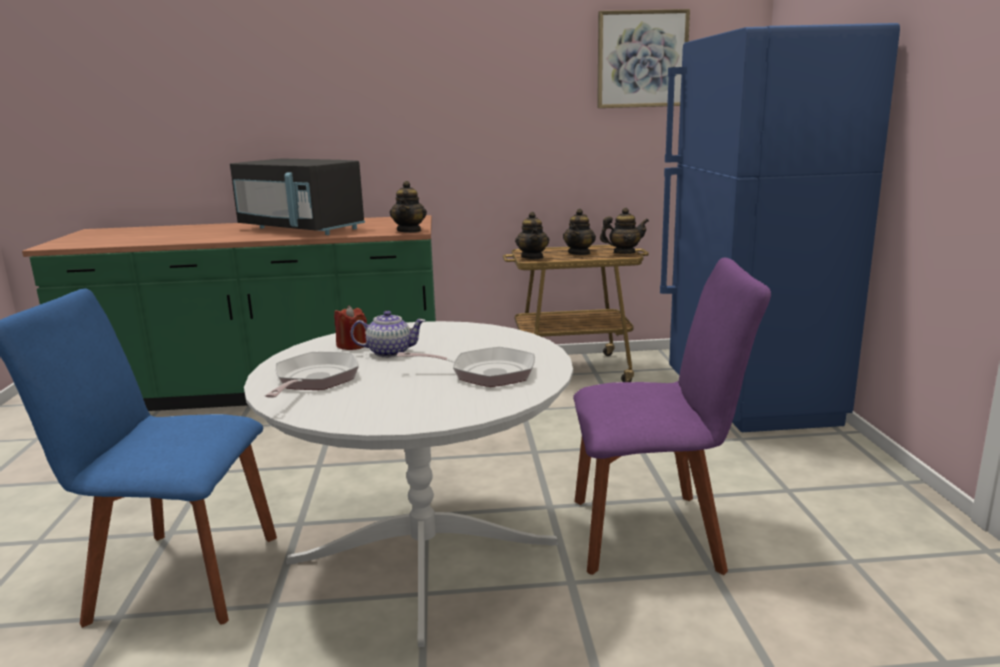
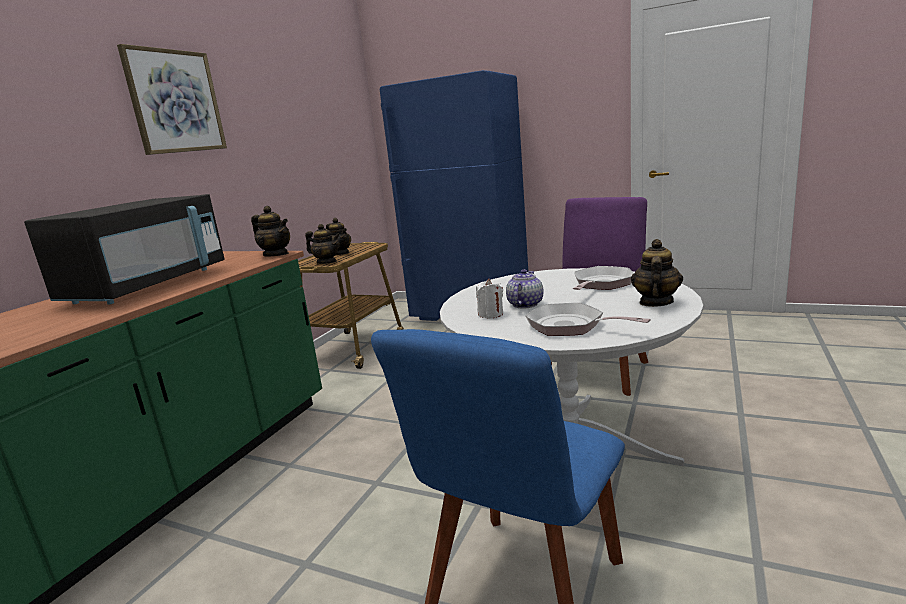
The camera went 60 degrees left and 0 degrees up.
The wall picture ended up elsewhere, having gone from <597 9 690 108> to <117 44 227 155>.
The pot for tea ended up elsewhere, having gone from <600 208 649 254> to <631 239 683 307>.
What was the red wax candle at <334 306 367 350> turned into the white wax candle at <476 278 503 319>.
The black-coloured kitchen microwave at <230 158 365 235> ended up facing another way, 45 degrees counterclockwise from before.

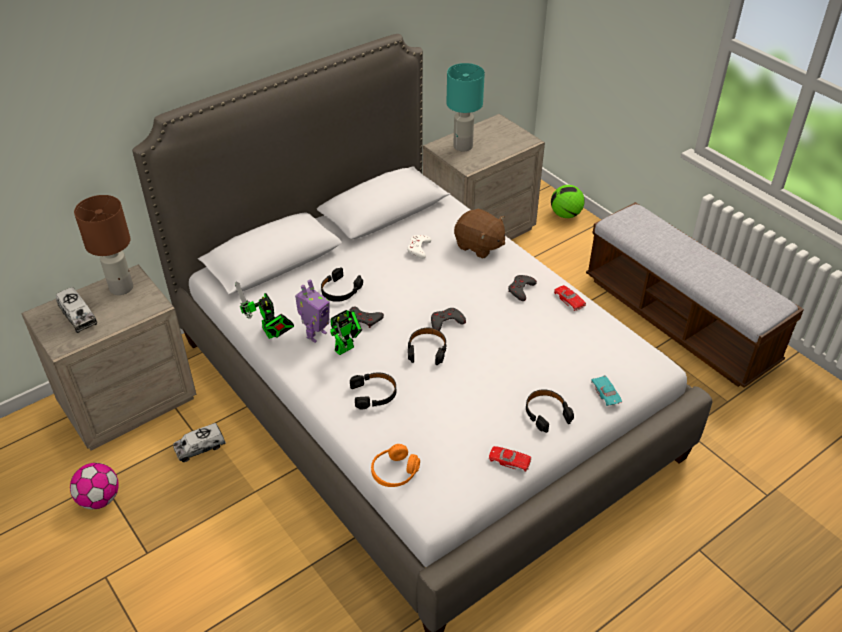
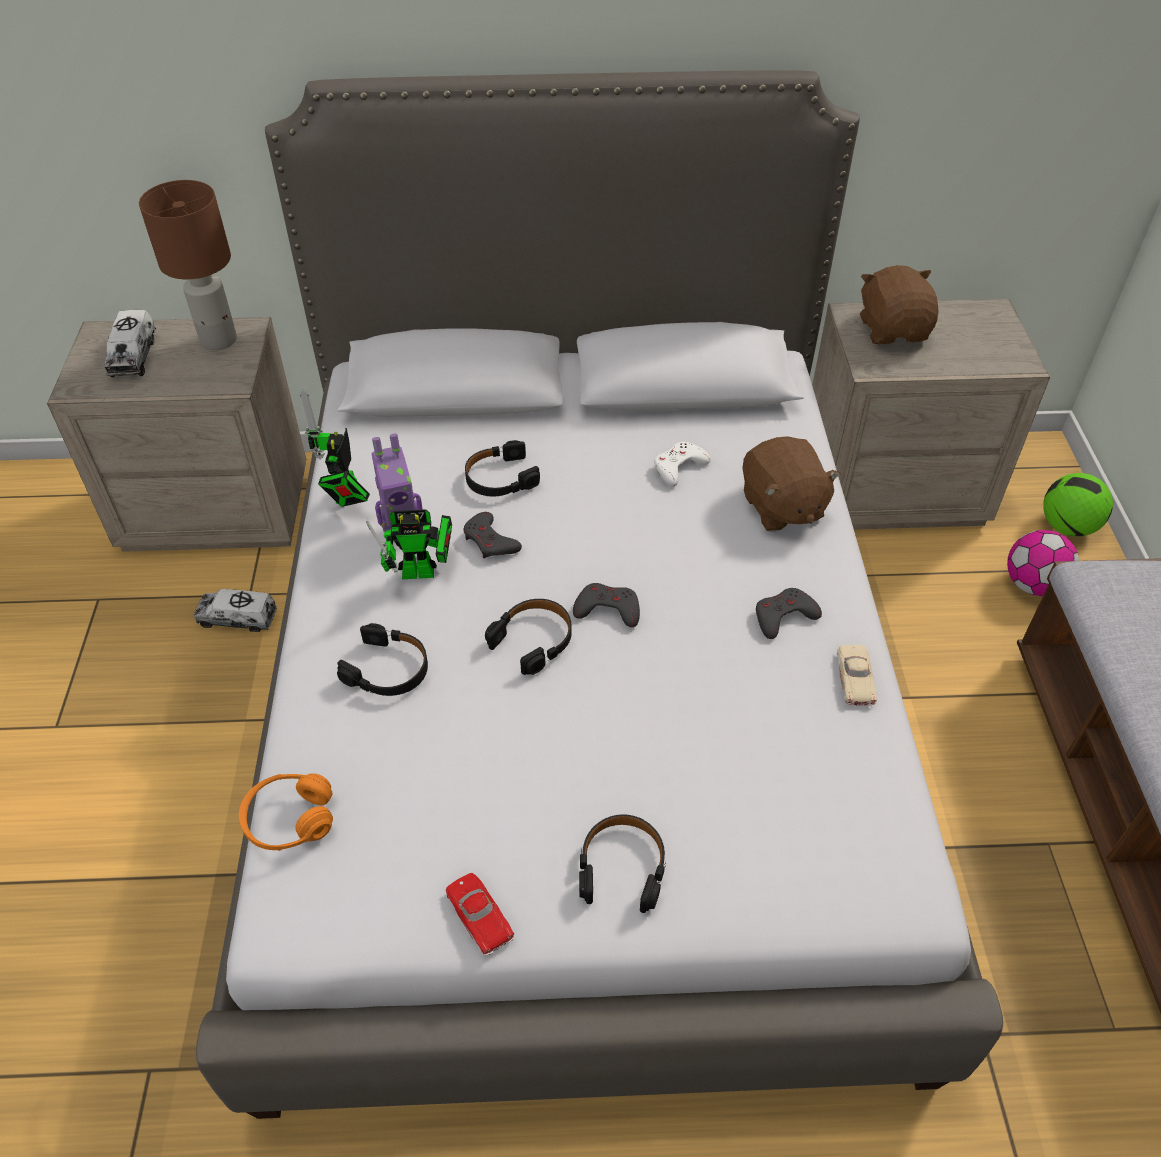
The camera went 35 degrees right and 5 degrees up.
The second view lost the turquoise toy car at <591 375 622 406>.
The football ball ended up elsewhere, having gone from <70 463 119 509> to <1007 530 1079 596>.
Where the turquoise table lamp stood at <446 63 485 151>, the brown soft toy came to stand at <860 265 938 344>.
What was the red toy car at <554 285 586 311> turned into the sand-coloured toy car at <837 645 877 706>.

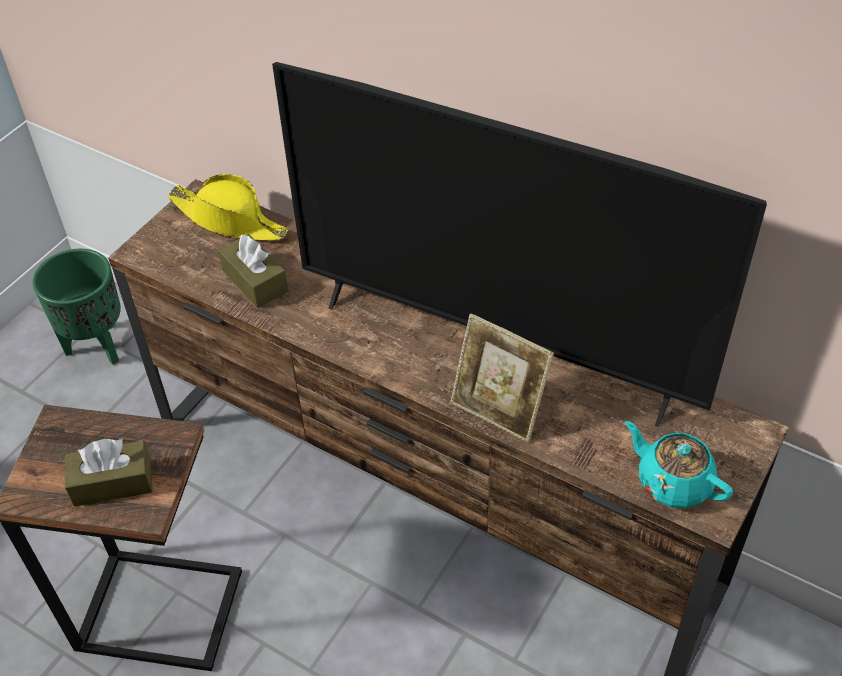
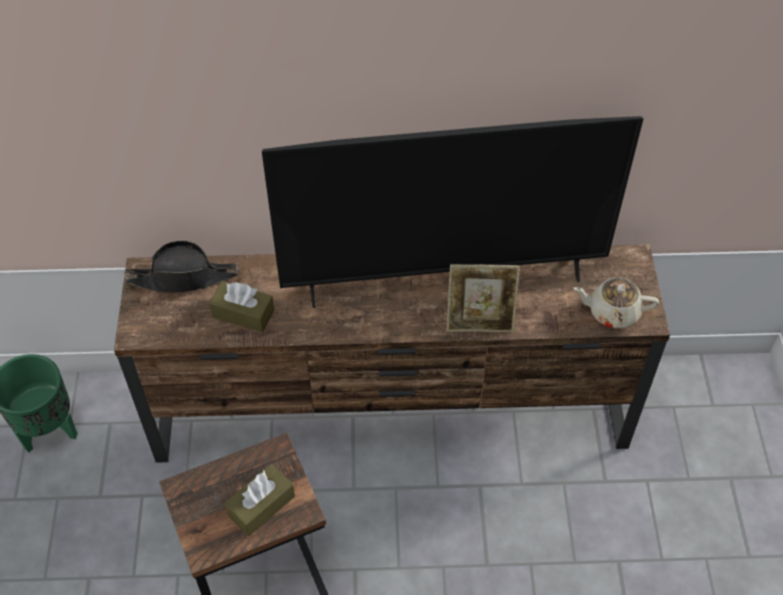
The camera went 35 degrees left and 5 degrees up.
What was the yellow clothing hat at <167 174 288 241> turned into the black-coloured clothing hat at <124 240 239 293>.
What was the turquoise pot for tea at <625 421 733 508> turned into the sand-coloured pot for tea at <573 277 659 328>.

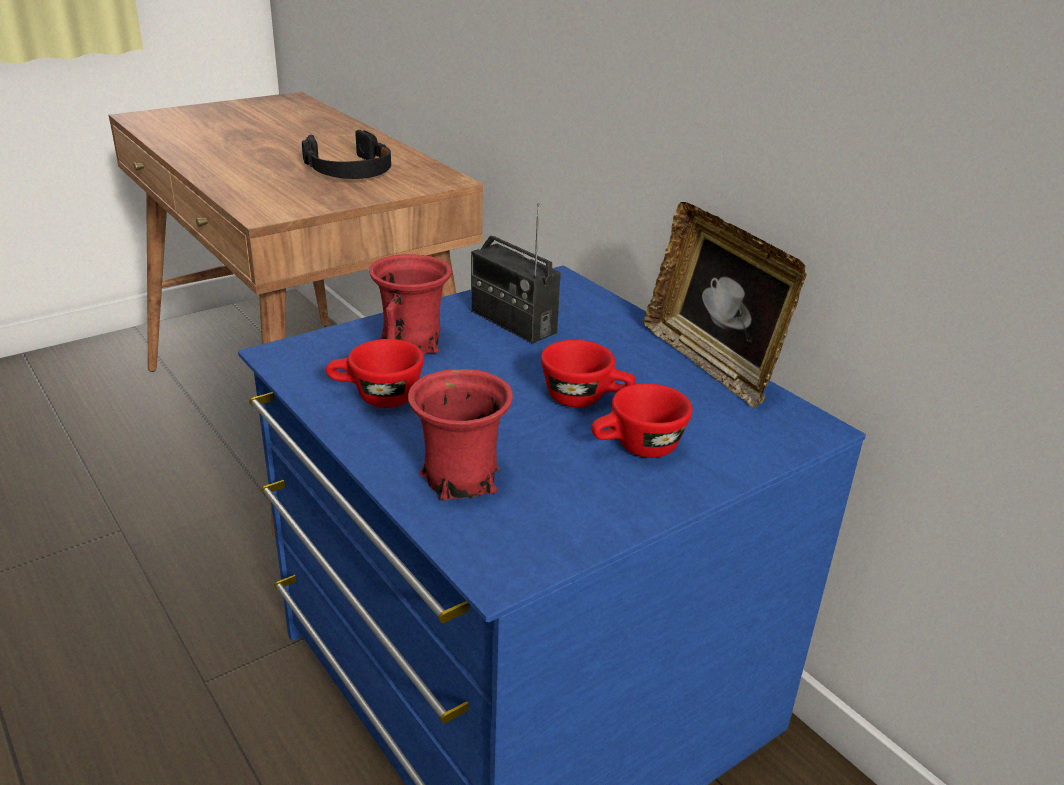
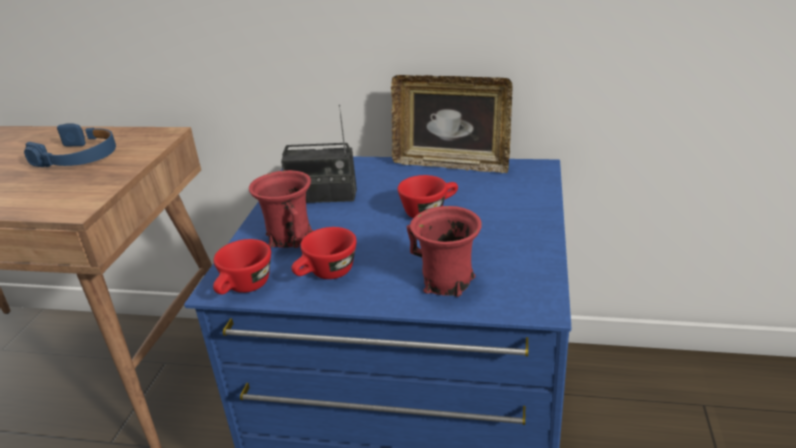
The camera went 40 degrees left and 0 degrees up.
The red cup ended up elsewhere, having gone from <591 383 693 458> to <213 239 271 295>.
What was the black-coloured pair of headphones at <302 130 391 179> turned into the blue-coloured pair of headphones at <24 123 116 167>.

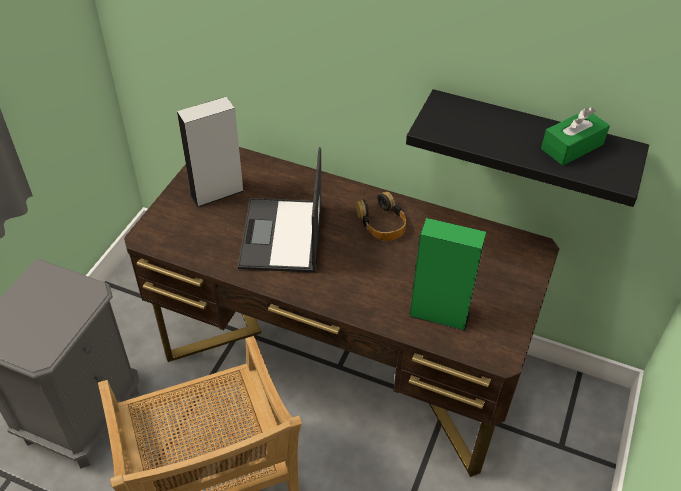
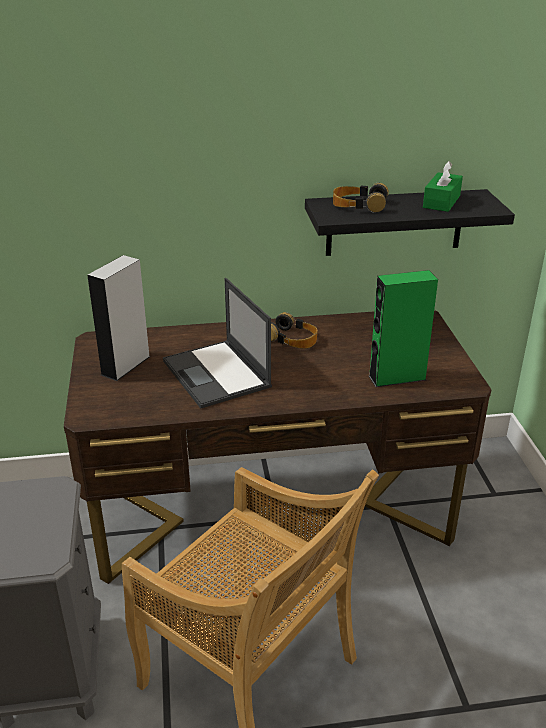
The camera went 30 degrees left and 15 degrees down.
The second view gained the pair of headphones at <333 183 389 213>.

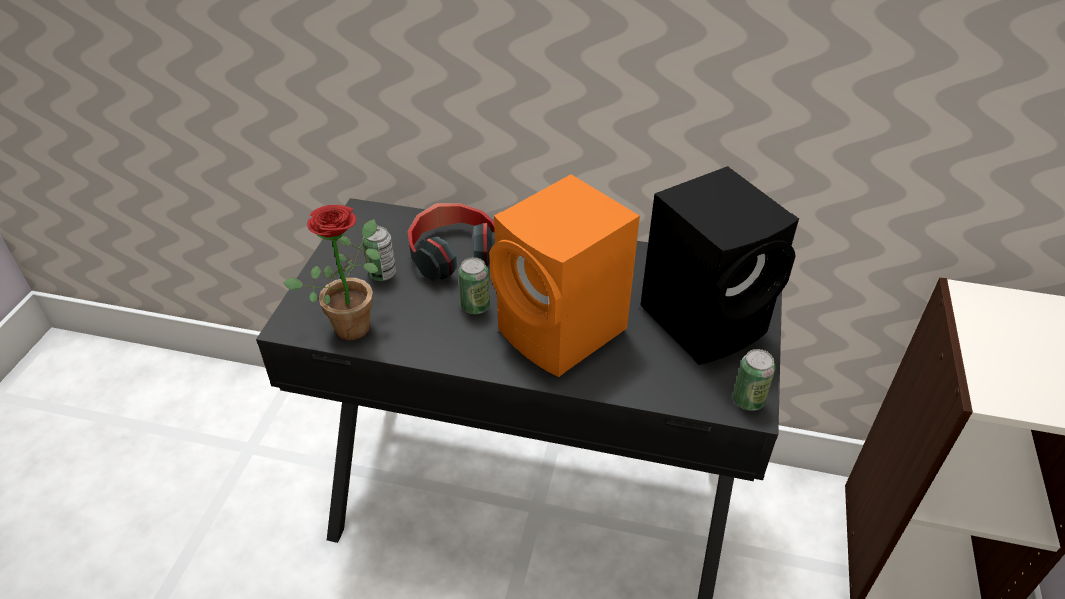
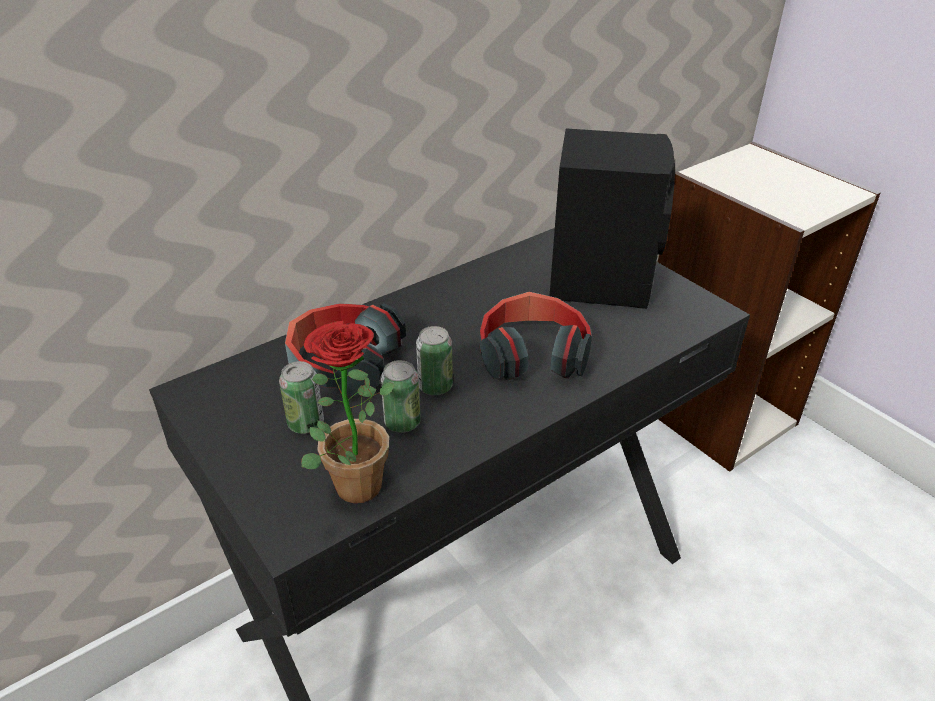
The camera went 50 degrees left and 5 degrees down.
The can ended up elsewhere, having gone from <733 349 776 411> to <380 360 421 433>.
Where the orange-coloured speaker stood at <489 174 640 377>, the pair of headphones came to stand at <480 292 592 381>.

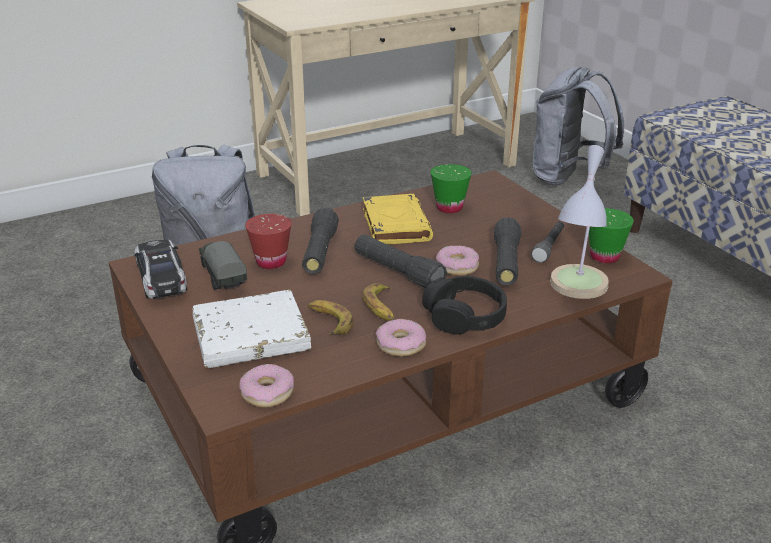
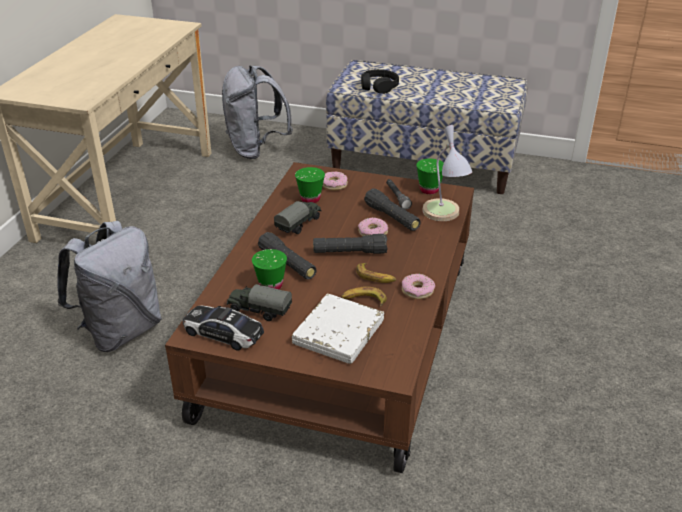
The camera went 45 degrees left and 5 degrees up.
The ring doughnut ended up elsewhere, having gone from <239 364 294 407> to <323 172 348 191>.
The black-coloured pair of headphones ended up elsewhere, having gone from <422 276 507 335> to <361 69 399 94>.
Where the yellow bound book stood at <363 194 433 245>, the toy truck came to stand at <274 201 321 234>.
What was the red cup at <245 214 292 269> turned into the greenish cup at <252 249 287 290>.

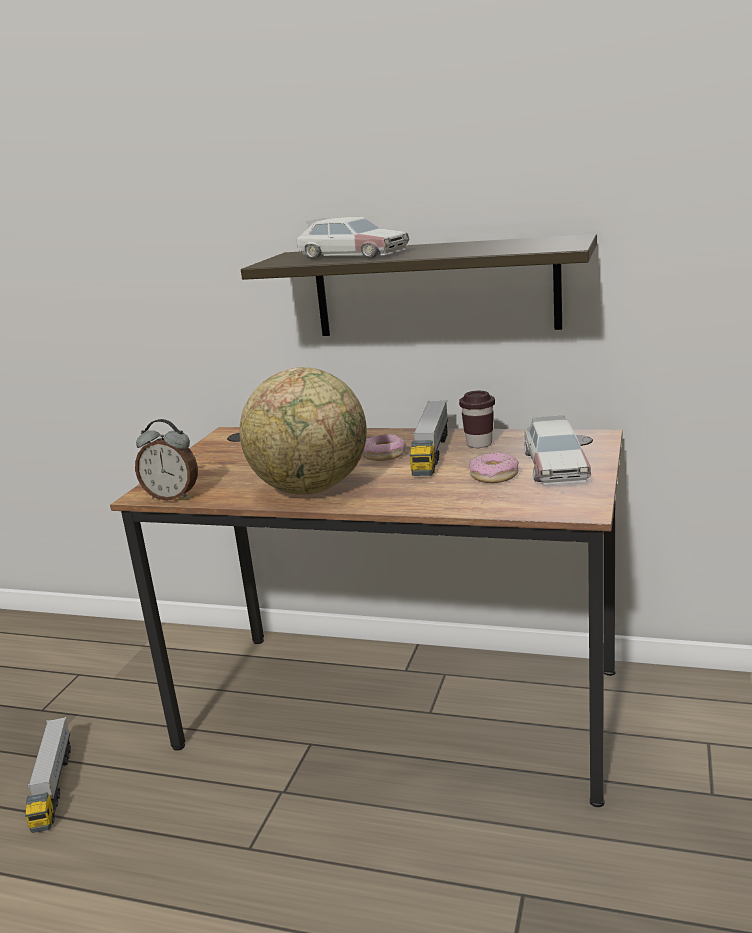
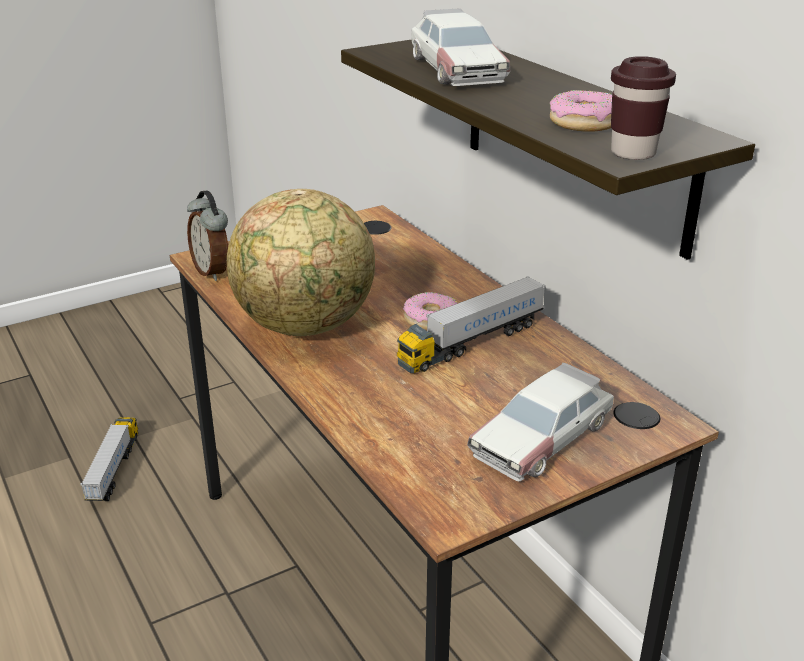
The camera went 40 degrees right and 10 degrees up.
The brown cup ended up elsewhere, having gone from <459 391 495 448> to <611 56 676 160>.
The ring doughnut ended up elsewhere, having gone from <469 452 519 483> to <549 90 612 132>.
The toy truck at <25 717 71 833> ended up facing another way, 150 degrees clockwise from before.

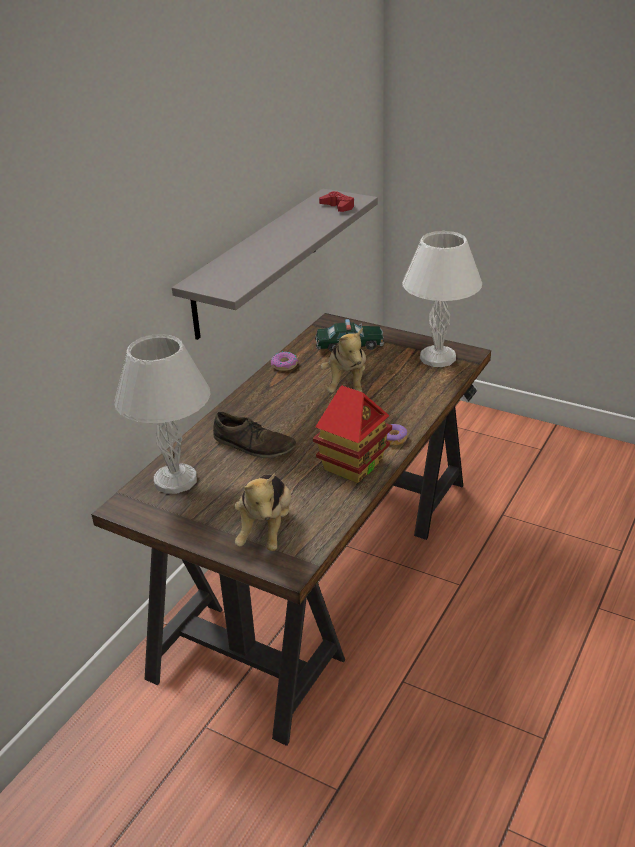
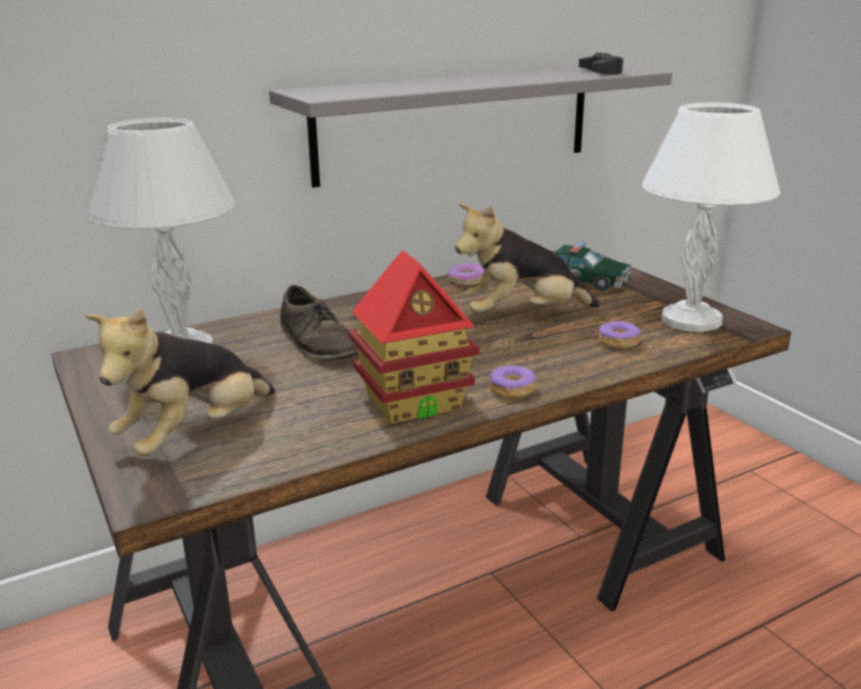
The camera went 30 degrees right and 10 degrees down.
The second view gained the ring doughnut at <599 320 641 349>.
What was the red joypad at <319 191 355 212> turned into the black-coloured joypad at <579 52 624 74>.
The soft toy at <321 327 366 393> ended up facing another way, 45 degrees clockwise from before.

